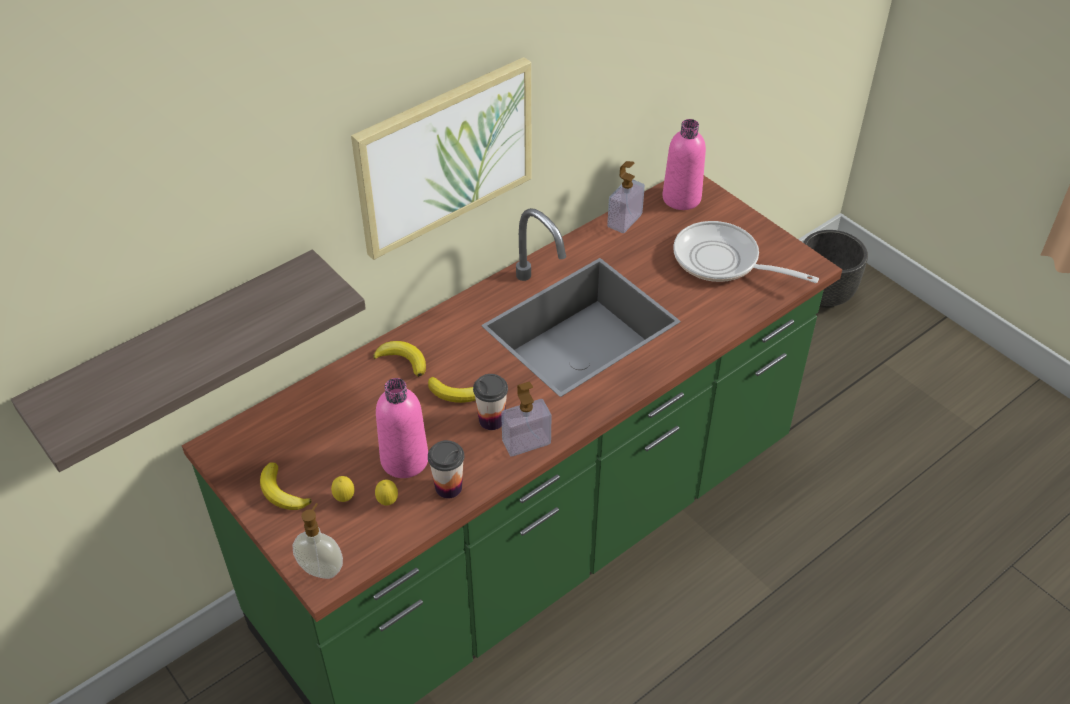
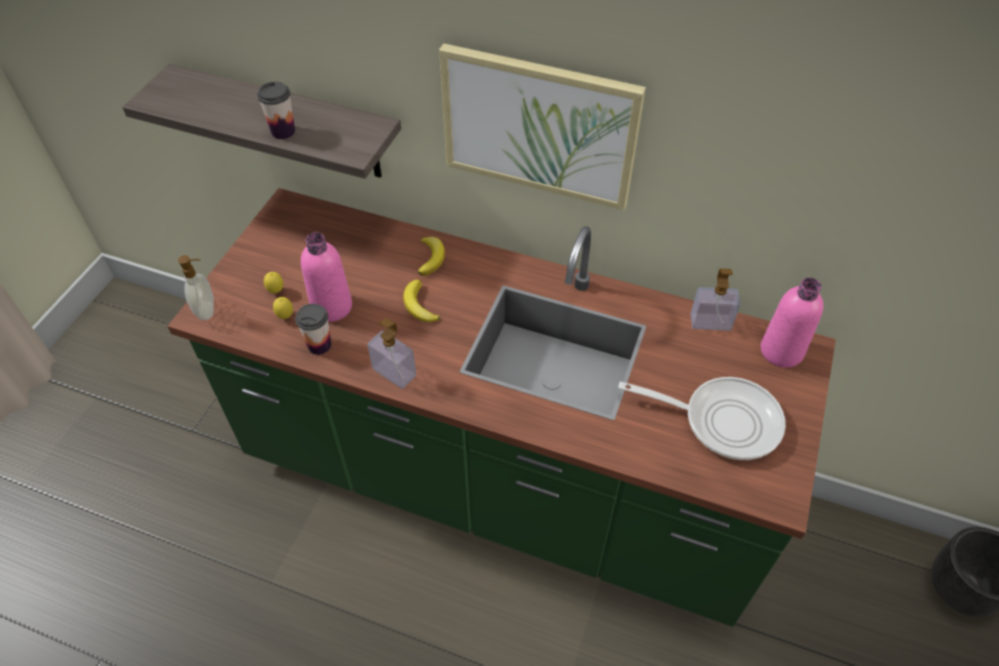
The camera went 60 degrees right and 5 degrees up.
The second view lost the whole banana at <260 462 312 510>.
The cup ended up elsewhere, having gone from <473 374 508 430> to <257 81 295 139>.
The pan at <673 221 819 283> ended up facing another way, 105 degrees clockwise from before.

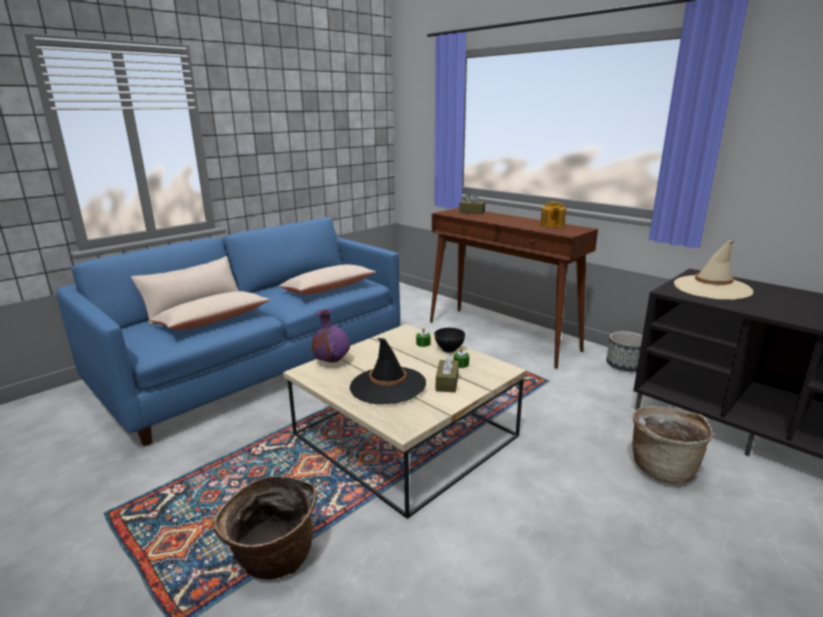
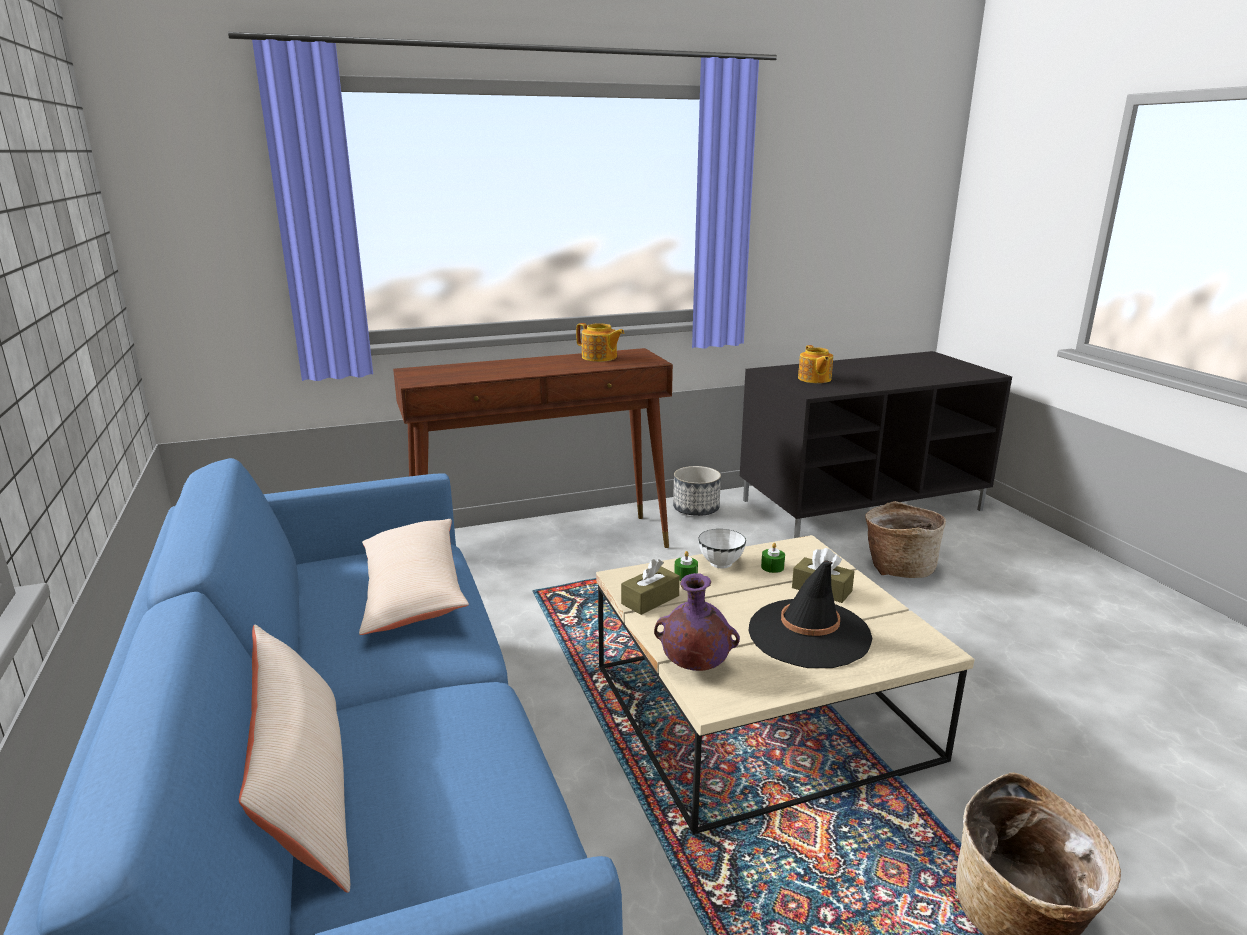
The camera went 65 degrees left and 0 degrees up.
The second view lost the sand-coloured pillow at <150 291 270 330>.
The brown box of tissues ended up elsewhere, having gone from <459 192 485 214> to <621 559 680 615>.
Where the sand-coloured clothing hat stood at <674 240 753 300>, the pot for tea came to stand at <798 345 833 383>.
What was the black-coloured serving bowl at <434 328 465 353> turned into the white serving bowl at <698 529 746 568>.

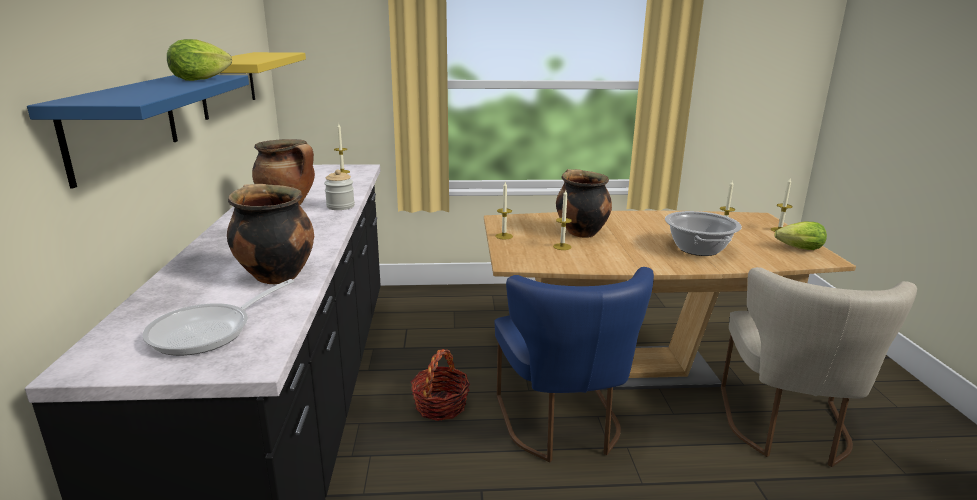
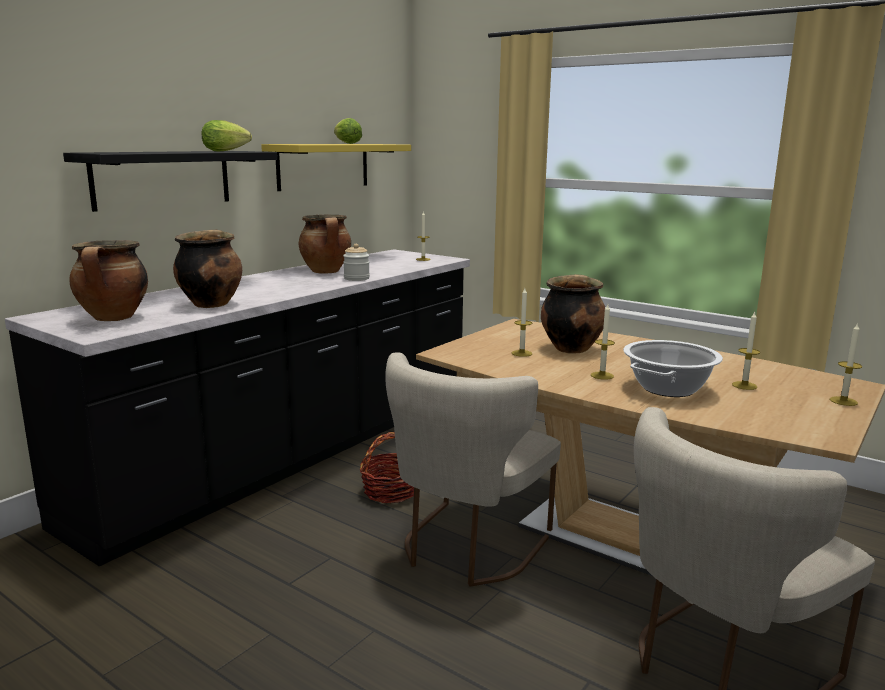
The camera went 40 degrees right and 5 degrees down.
The wax candle ended up elsewhere, having gone from <495 182 513 239> to <591 304 615 380>.
The head of lettuce ended up elsewhere, having gone from <775 222 827 250> to <334 118 362 144>.
Where the pan stood at <142 279 294 356>, the saucepot came to stand at <69 240 148 321>.
What was the blue-coloured shelf at <27 75 249 189> turned into the black-coloured shelf at <63 151 278 212>.
What was the blue-coloured chair at <494 267 654 462> turned into the sand-coloured chair at <385 352 561 587>.

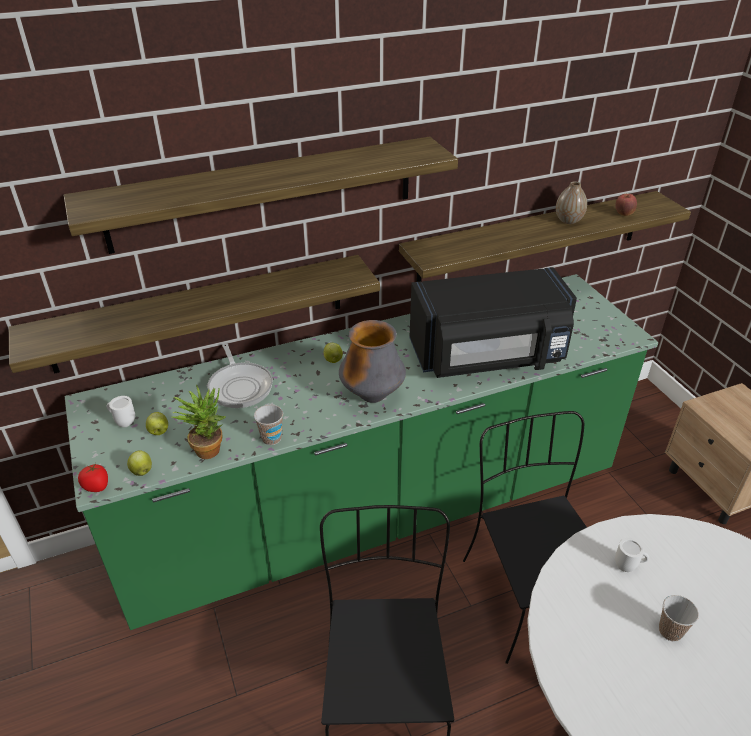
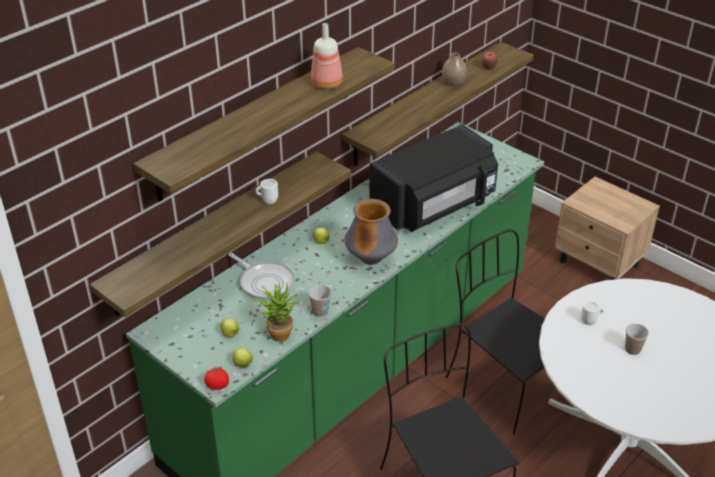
The camera went 25 degrees left and 0 degrees up.
The second view gained the drink bottle at <311 23 343 89>.
The white mug ended up elsewhere, having gone from <106 396 135 427> to <255 179 278 204>.

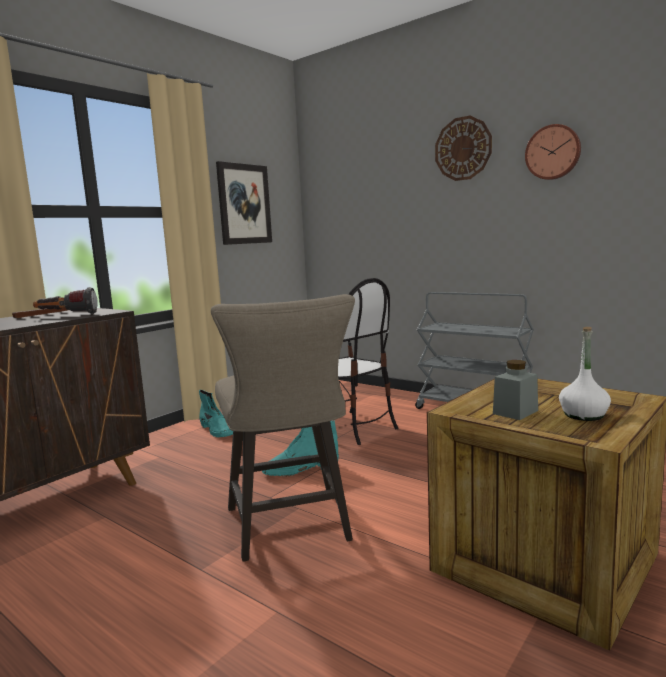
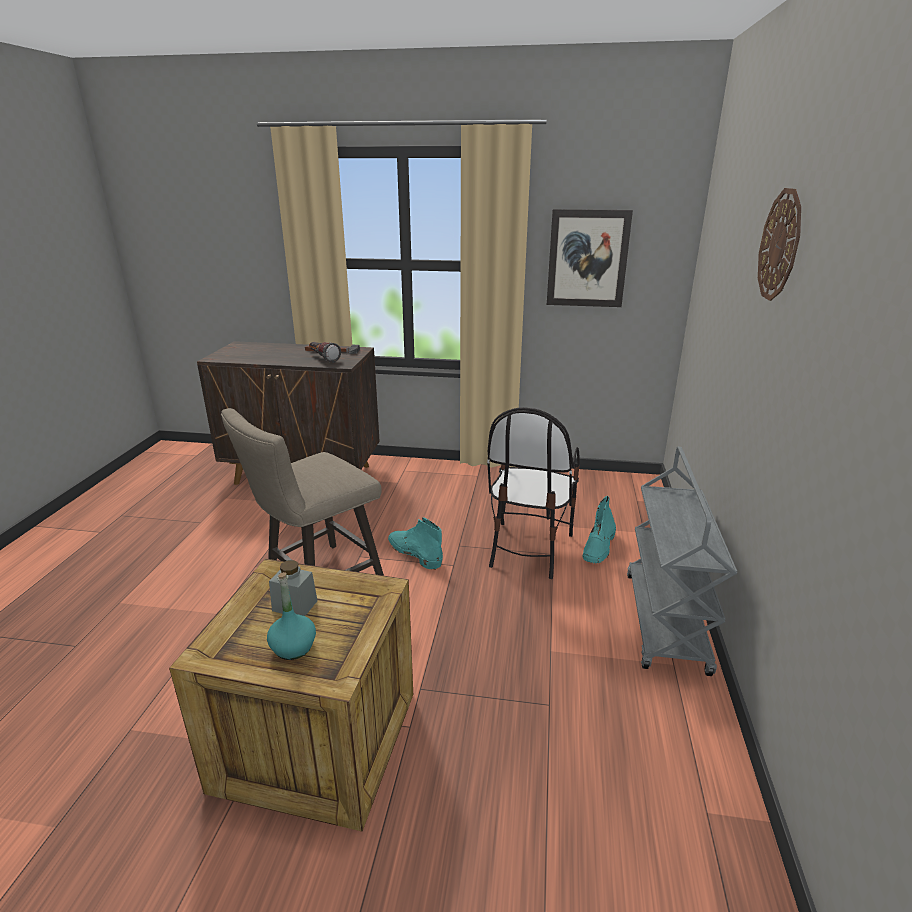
The camera went 60 degrees right and 15 degrees up.
The second view lost the hanging clock at <525 124 581 180>.
The turquoise tall boot ended up elsewhere, having gone from <199 390 233 438> to <583 496 616 563>.
What was the white drink bottle at <559 327 611 421> turned into the turquoise drink bottle at <267 572 316 660>.

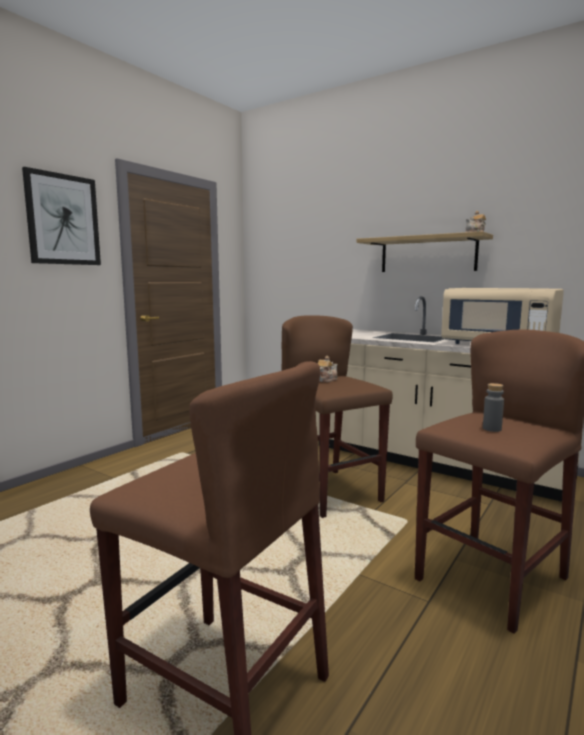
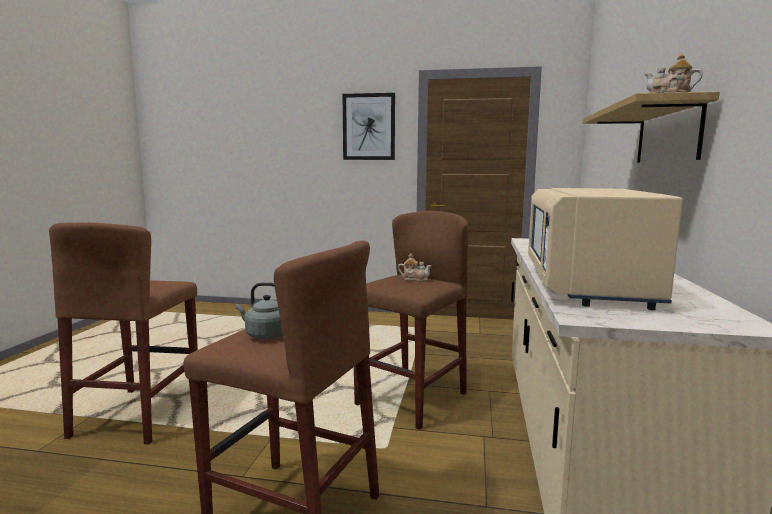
The camera went 65 degrees right and 0 degrees up.
Where the greyish drink bottle stood at <483 383 504 432>, the greyish tea kettle came to stand at <236 282 283 339>.

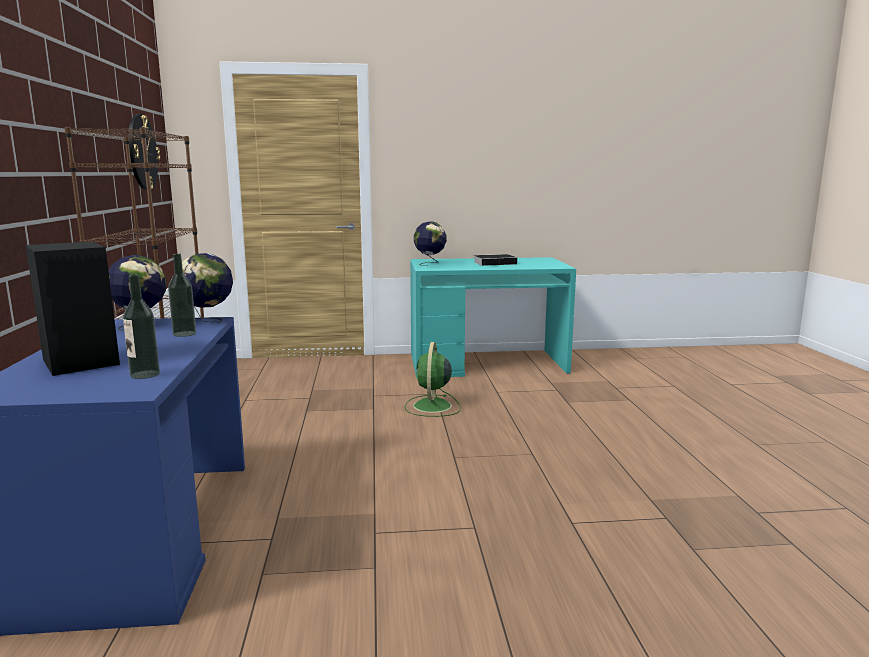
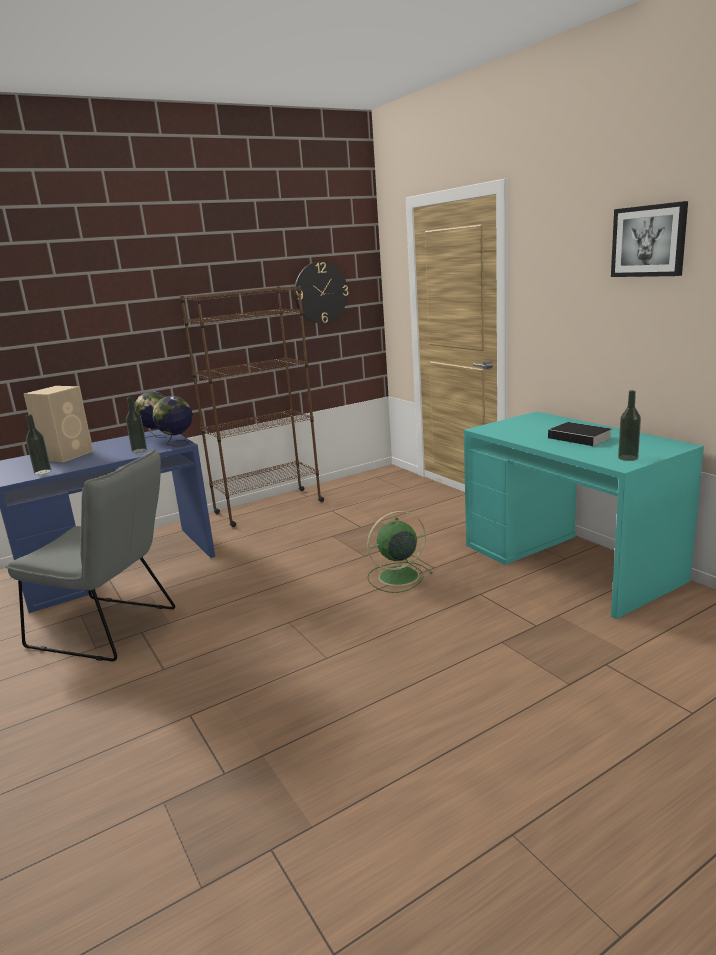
The camera went 65 degrees right and 5 degrees up.
The second view lost the desk globe at <414 221 447 266>.
The second view gained the greyish chair at <5 449 175 661>.
The second view gained the wall picture at <611 201 688 277>.
The second view gained the drink bottle at <618 390 641 461>.
What was the black-coloured speaker at <26 241 120 376> turned into the sand-coloured speaker at <24 386 93 463>.

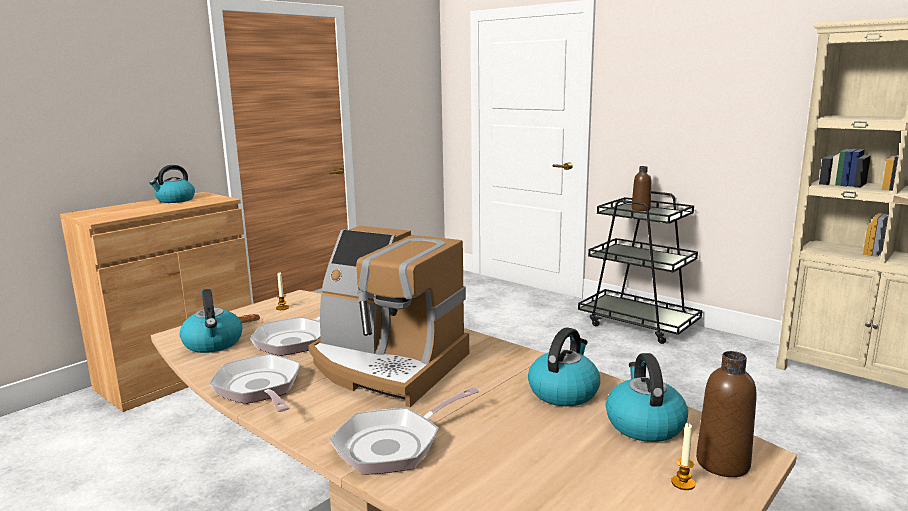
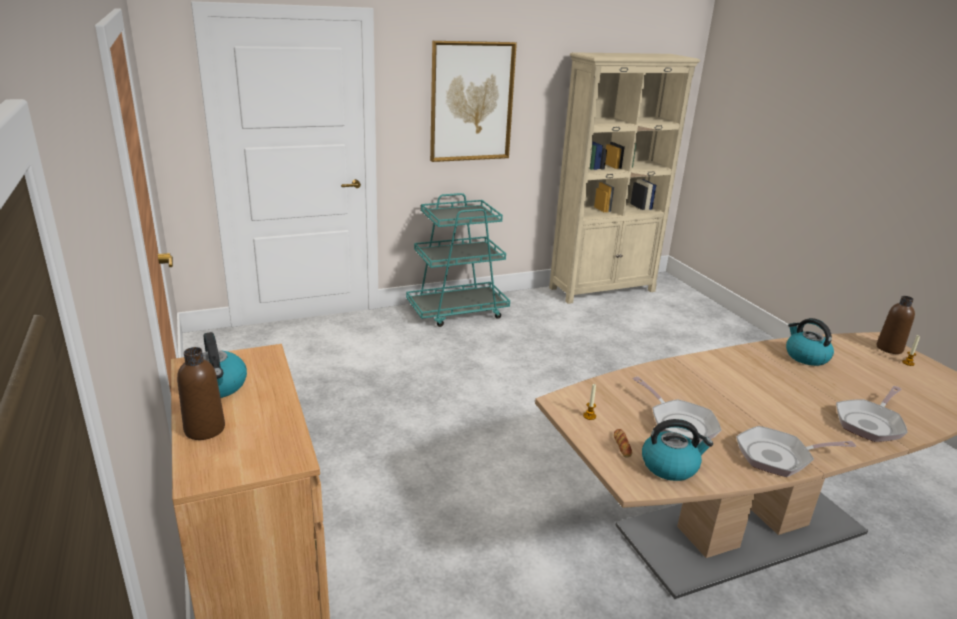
The camera went 65 degrees left and 10 degrees up.
The second view lost the coffee machine at <309 226 469 407>.
The second view lost the tea kettle at <606 353 688 442>.
The second view gained the wall picture at <430 41 517 162>.
The brown drink bottle ended up elsewhere, having gone from <631 166 651 211> to <177 347 225 440>.
What was the black-coloured cart at <578 191 702 344> turned into the turquoise cart at <406 193 510 327>.
The pan at <330 387 479 475> ended up facing another way, 60 degrees clockwise from before.

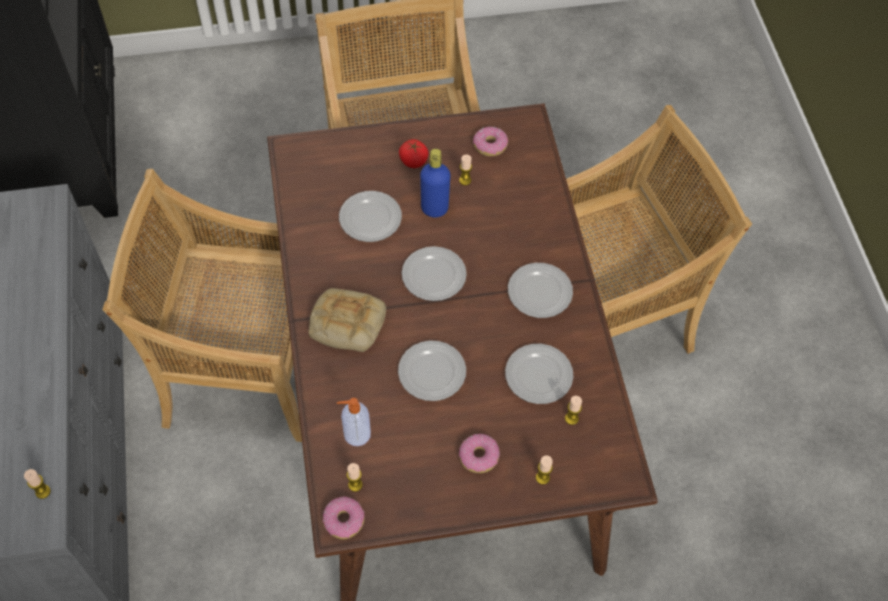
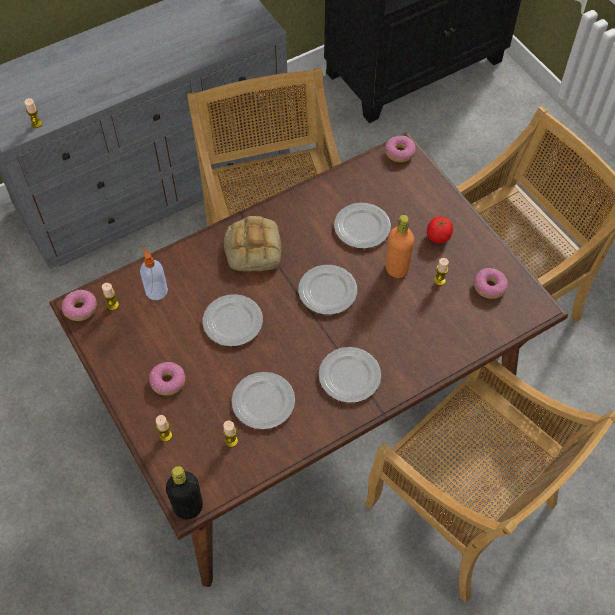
The camera went 70 degrees right and 0 degrees up.
The second view gained the black-coloured drink bottle at <166 466 203 520>.
The second view gained the ring doughnut at <385 136 416 162>.
What was the blue-coloured drink bottle at <420 149 450 217> turned into the orange-coloured drink bottle at <386 215 414 278>.

